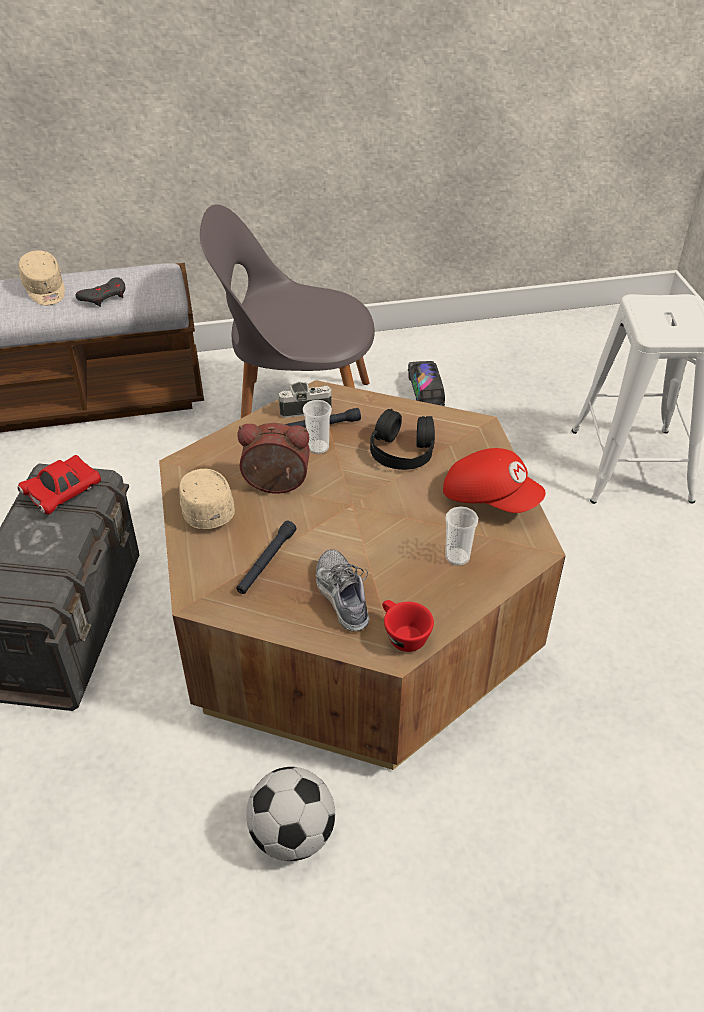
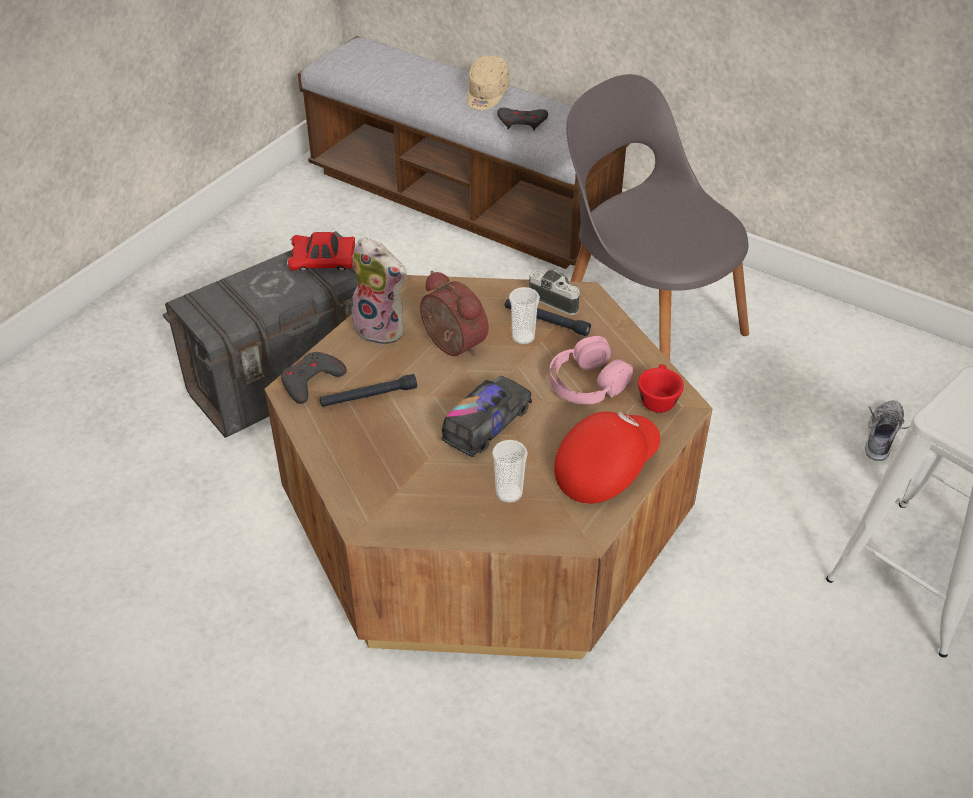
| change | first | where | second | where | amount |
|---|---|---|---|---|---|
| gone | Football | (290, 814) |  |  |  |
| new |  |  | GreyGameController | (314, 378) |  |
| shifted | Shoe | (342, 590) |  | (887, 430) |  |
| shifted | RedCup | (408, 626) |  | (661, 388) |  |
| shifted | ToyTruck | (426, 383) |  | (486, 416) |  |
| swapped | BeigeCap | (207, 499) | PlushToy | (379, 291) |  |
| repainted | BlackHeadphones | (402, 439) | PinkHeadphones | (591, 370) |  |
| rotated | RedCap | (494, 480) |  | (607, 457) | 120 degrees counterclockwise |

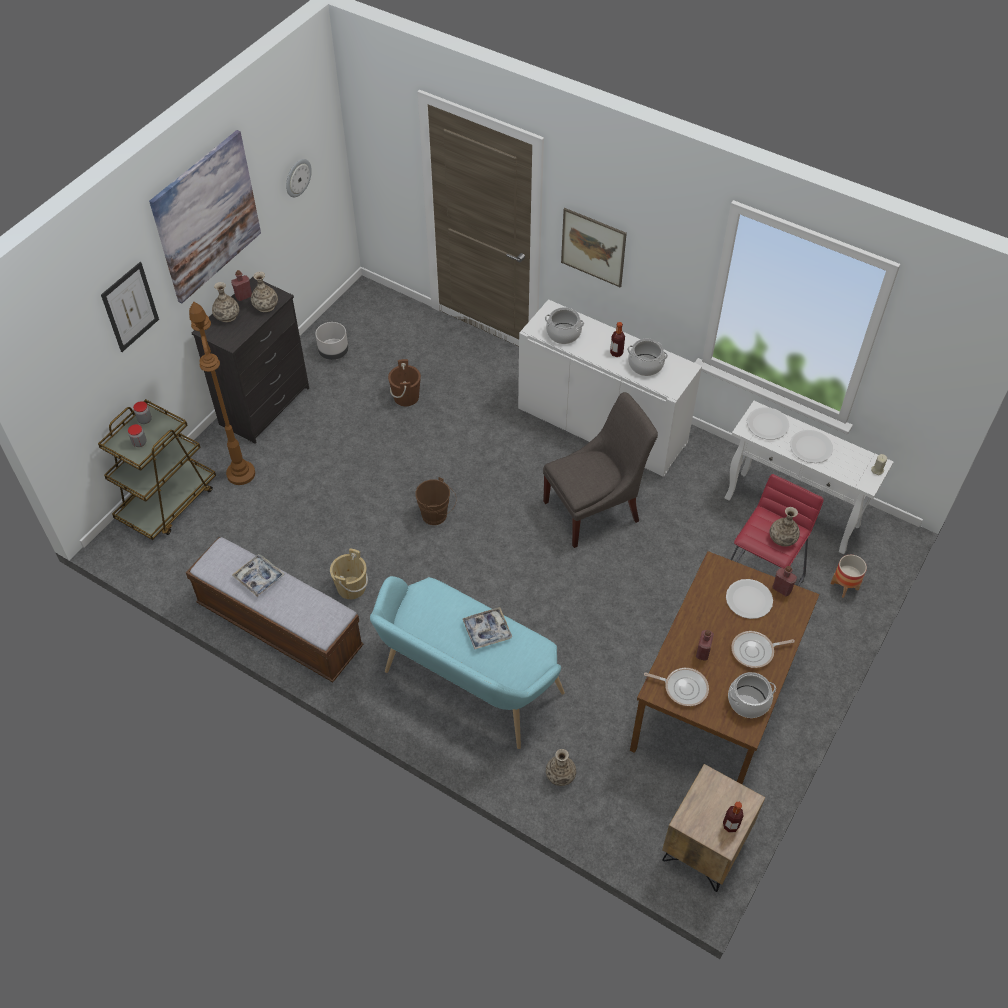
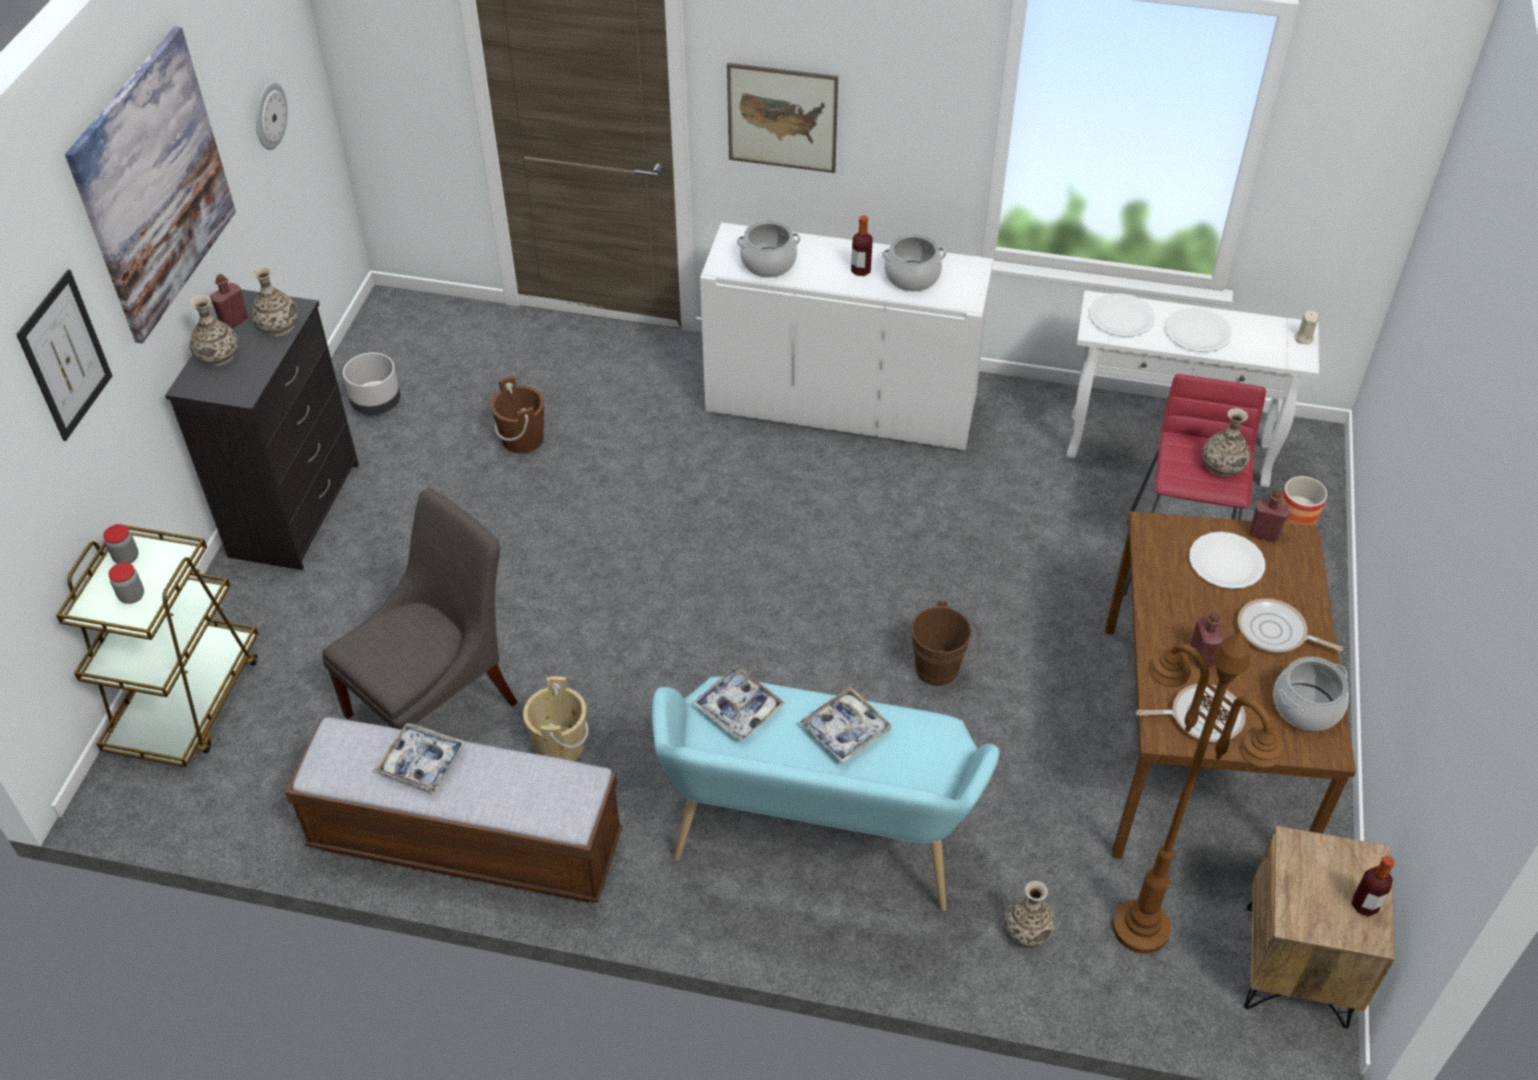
| change | first | where | second | where | amount |
|---|---|---|---|---|---|
| new |  |  | Tray | (738, 703) |  |
| shifted | BrownFloorLamp | (222, 393) |  | (1198, 793) |  |
| shifted | BrownBucket | (436, 501) |  | (946, 643) |  |
| shifted | GreyChair | (600, 470) |  | (420, 609) |  |
| rotated | FryingPan | (763, 649) |  | (1290, 625) | 60 degrees clockwise |

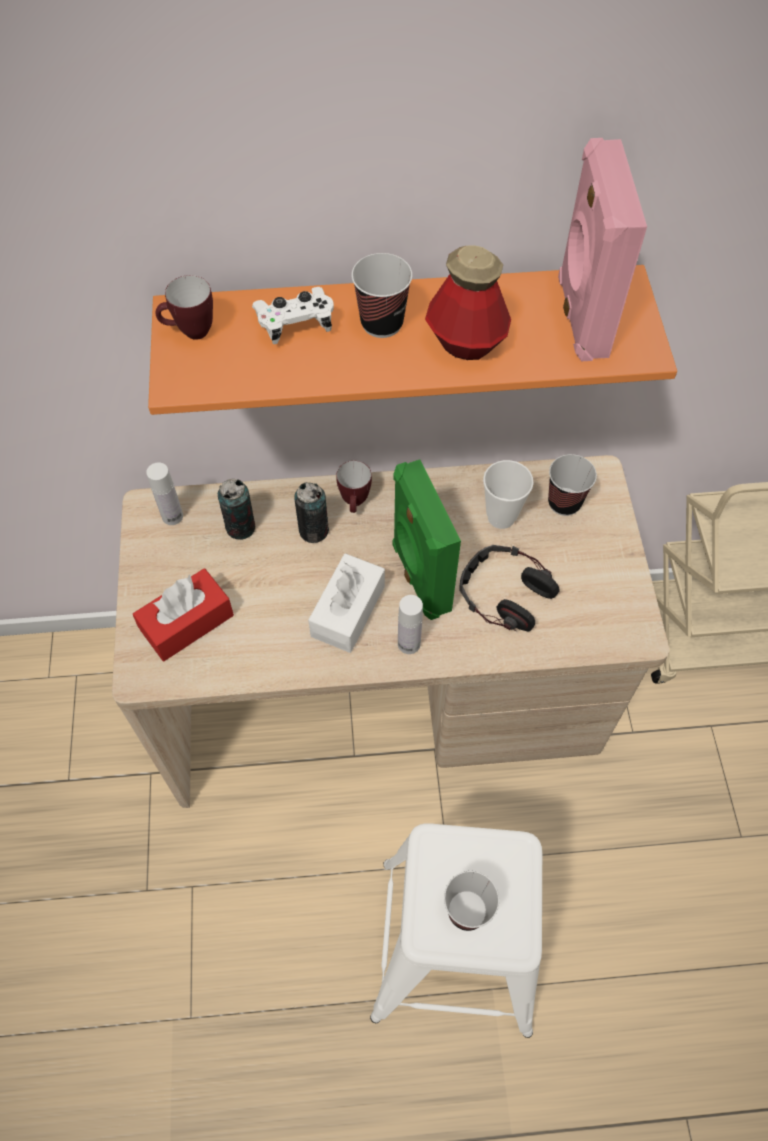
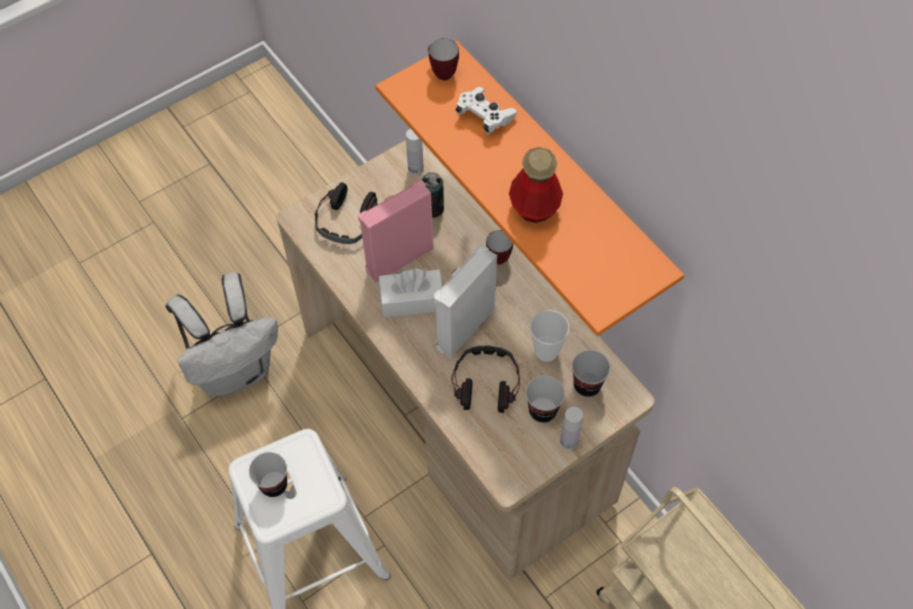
| change | first | where | second | where | amount |
|---|---|---|---|---|---|
| gone | Can | (311, 512) |  |  |  |
| new |  |  | WhiteBackpack | (221, 334) |  |
| shifted | Cup | (381, 295) |  | (545, 399) |  |
| shifted | WhiteBottle | (410, 624) |  | (571, 428) |  |
| shifted | PinkSpeaker | (602, 249) |  | (396, 231) |  |
| swapped | RedTissueBox | (183, 614) | Headphones | (346, 213) |  |
| repainted | GreenSpeaker | (427, 540) | WhiteSpeaker | (465, 301) |  |

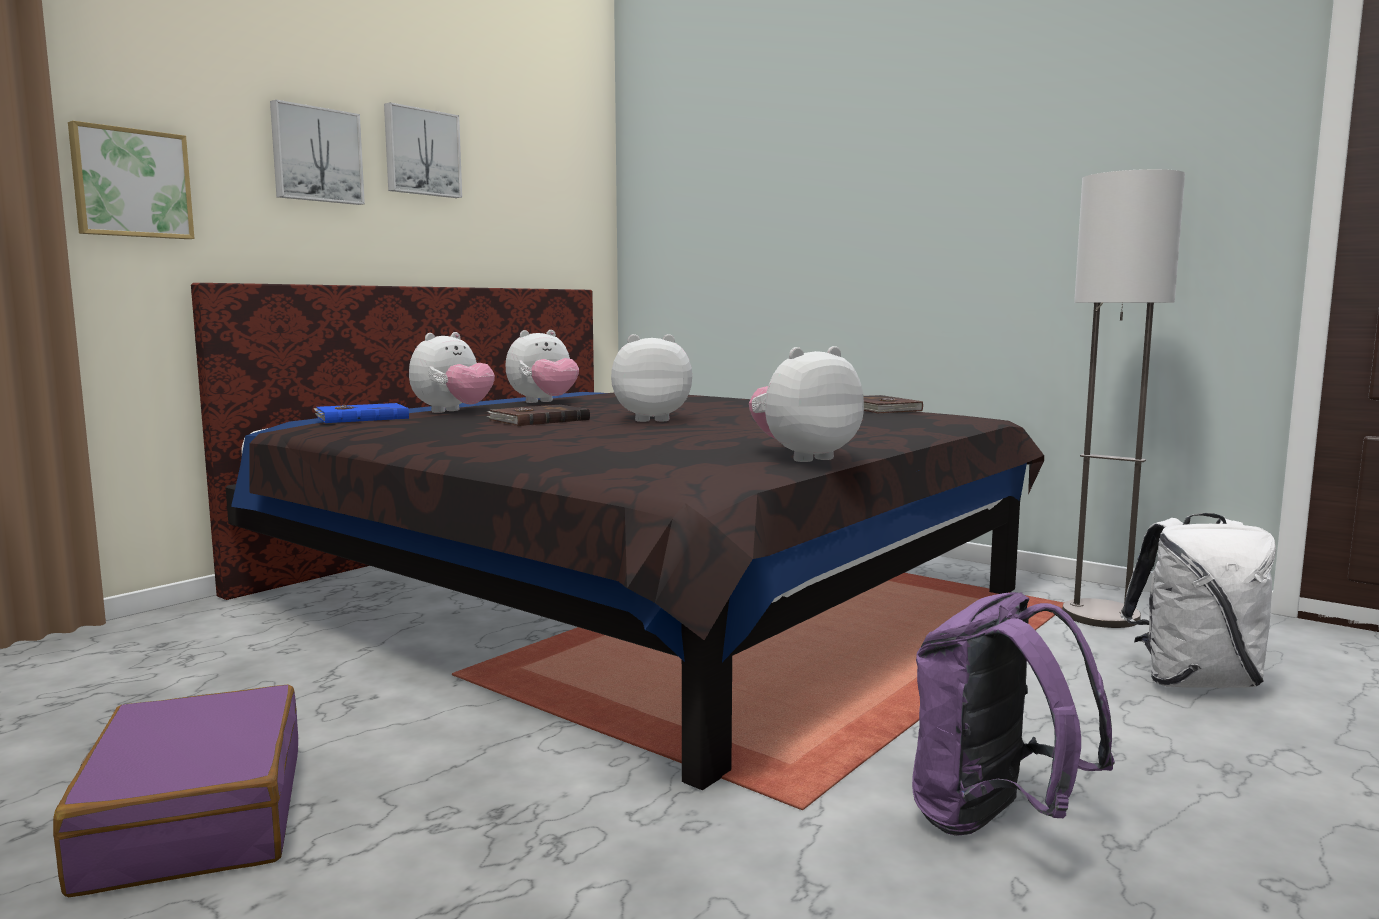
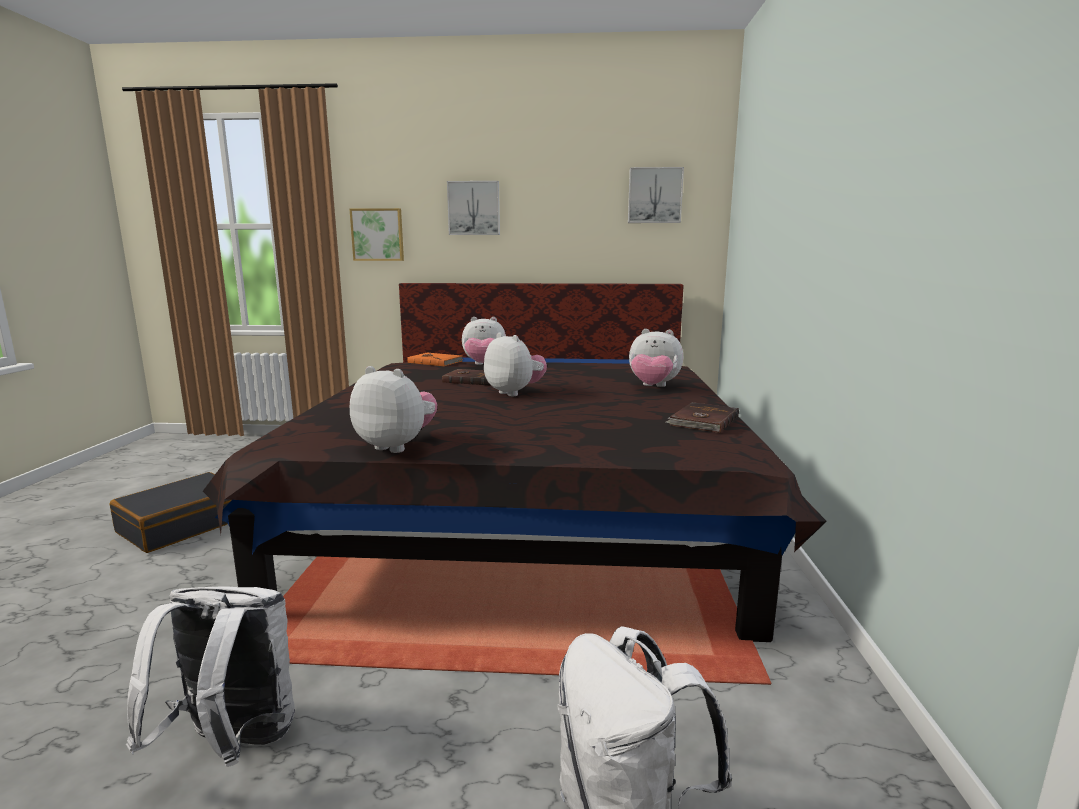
| change | first | where | second | where | amount |
|---|---|---|---|---|---|
| gone | FloorLamp | (1123, 398) |  |  |  |
| shifted | Picture | (423, 150) |  | (656, 195) |  |
| shifted | PlushToy | (542, 366) |  | (656, 358) |  |
| repainted | PurpleSuitcase | (175, 791) | BlackSuitcase | (171, 512) |  |
| repainted | BlueBook | (361, 413) | OrangeBook | (435, 359) |  |
| repainted | PurpleBackpack | (1013, 714) | WhiteBackpack | (210, 677) |  |

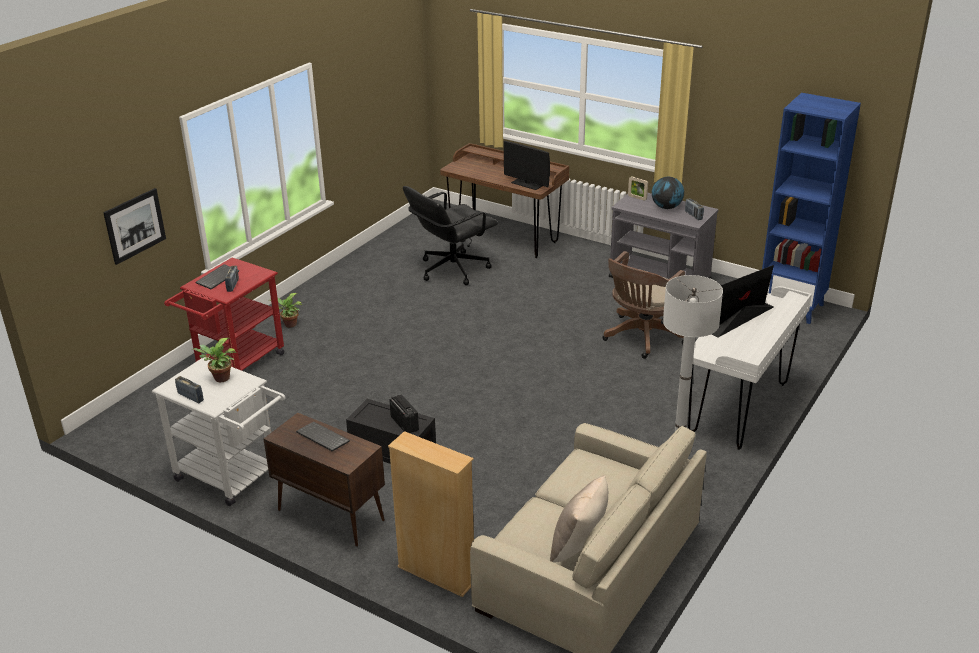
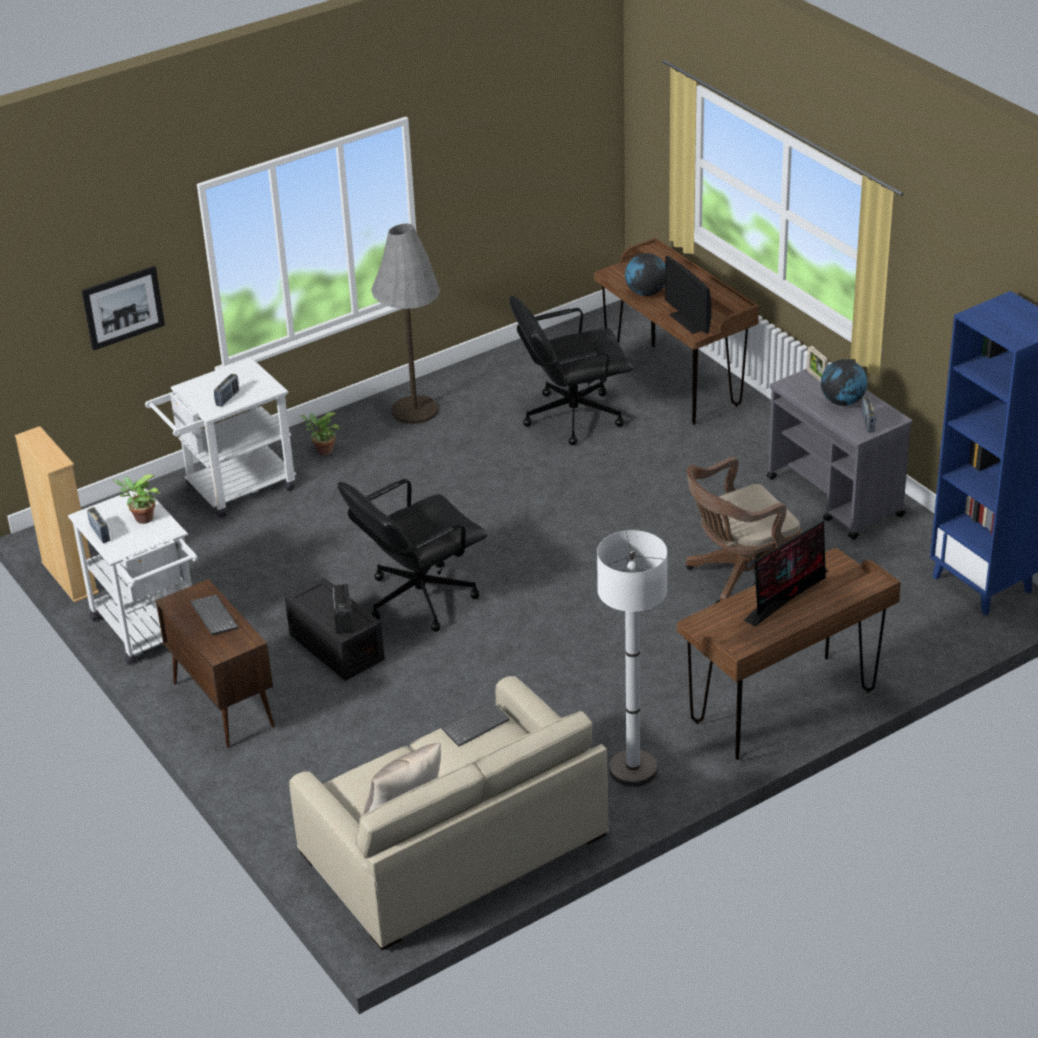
| change | first | where | second | where | amount |
|---|---|---|---|---|---|
| new |  |  | BlackOfficeChair | (412, 555) |  |
| new |  |  | GreyFloorLamp | (405, 324) |  |
| new |  |  | Globe | (645, 274) |  |
| shifted | Keyboard | (217, 276) |  | (475, 724) |  |
| shifted | BeigeBookcase | (431, 514) |  | (57, 514) |  |
| repainted | RedCart | (224, 314) | WhiteCart | (220, 438) |  |
| repainted | WhiteDesk | (750, 368) | BrownDesk | (789, 654) |  |
| rotated | Monitor | (743, 301) |  | (786, 573) | 150 degrees clockwise |

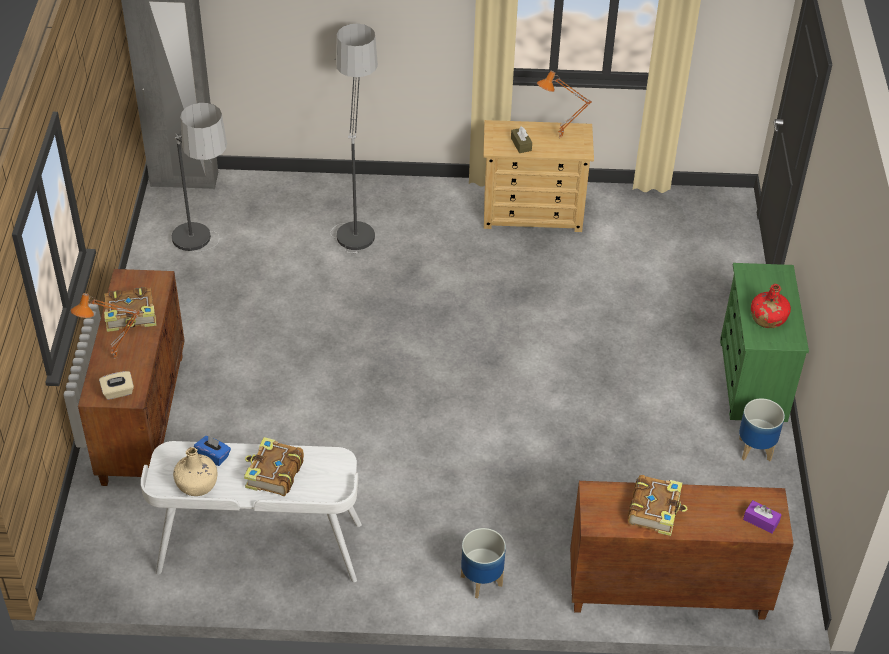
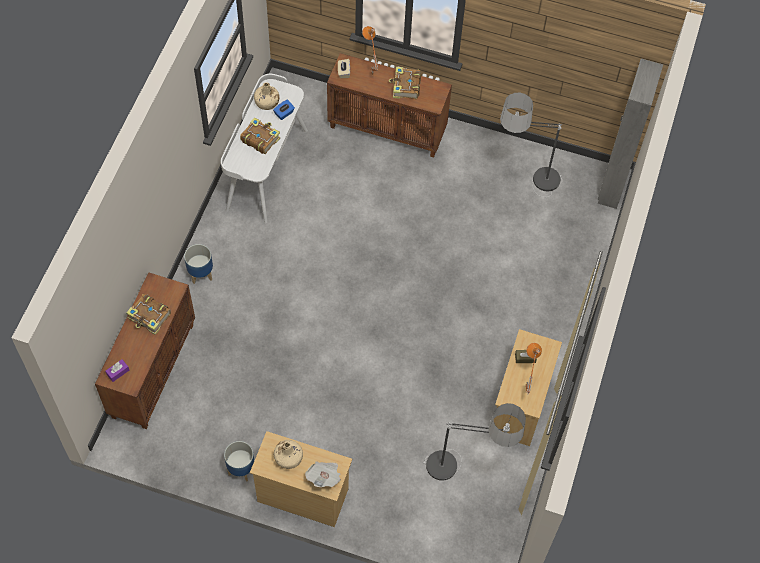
| change | first | where | second | where | amount |
|---|---|---|---|---|---|
| new |  |  | Newspaper | (323, 474) |  |
| shifted | FloorLamp | (354, 139) |  | (475, 441) |  |
| repainted | GreenDresser | (764, 342) | BeigeDresser | (301, 479) |  |
| repainted | RedBottle | (771, 306) | BeigeBottle | (288, 454) |  |

